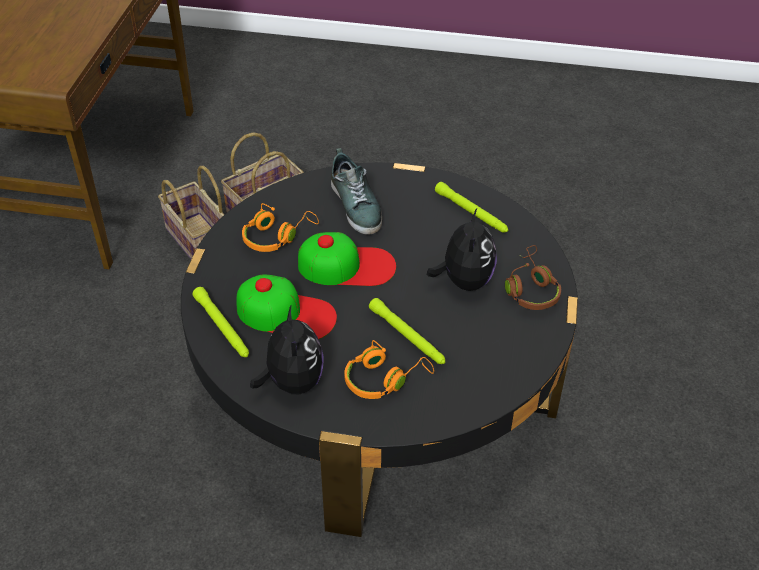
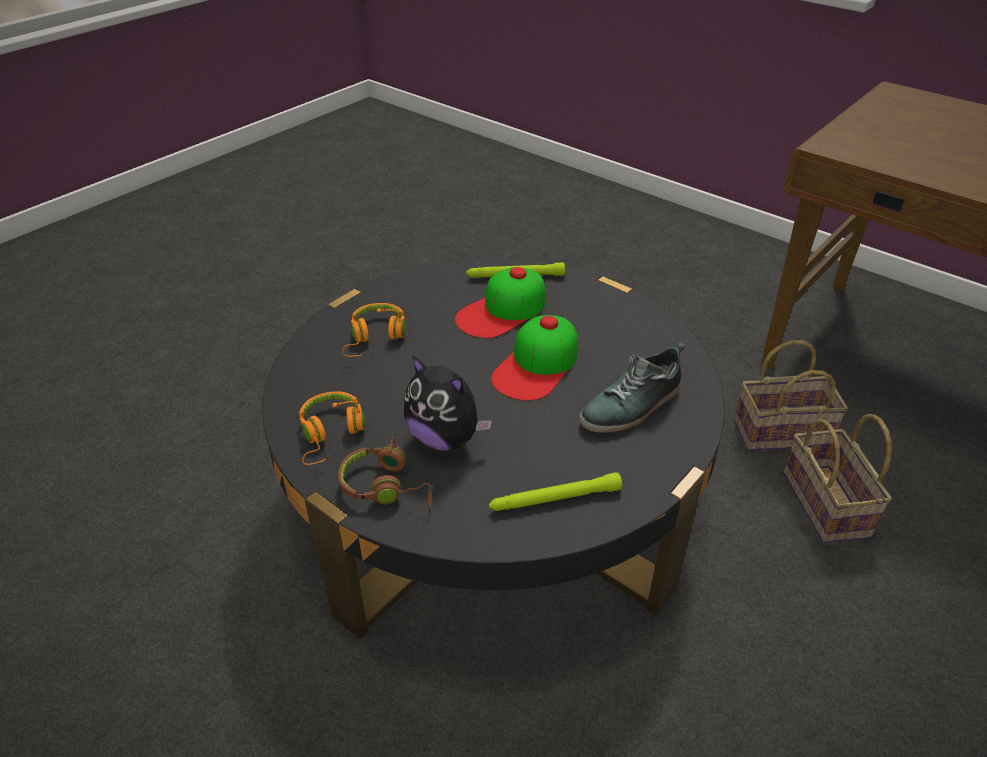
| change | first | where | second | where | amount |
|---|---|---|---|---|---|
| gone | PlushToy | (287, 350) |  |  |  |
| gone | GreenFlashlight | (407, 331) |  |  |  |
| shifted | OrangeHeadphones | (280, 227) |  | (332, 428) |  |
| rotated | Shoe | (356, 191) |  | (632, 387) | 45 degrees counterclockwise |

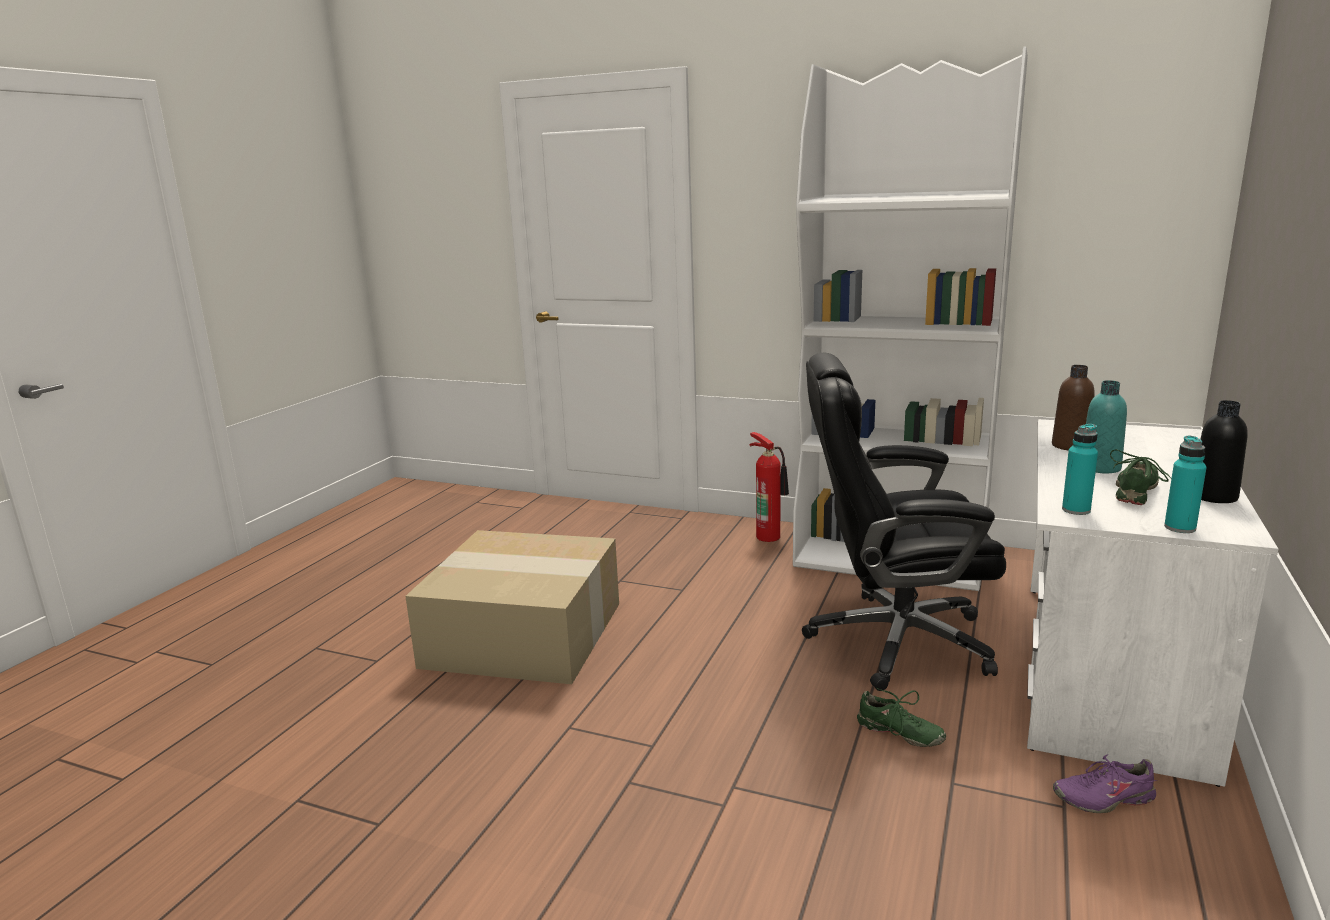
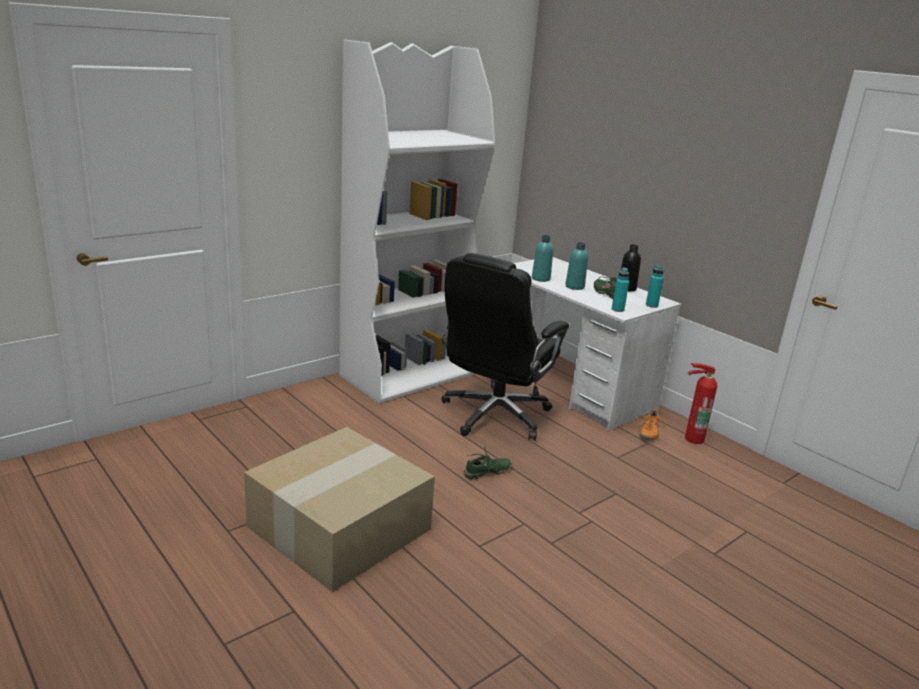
| change | first | where | second | where | amount |
|---|---|---|---|---|---|
| shifted | FireExtinguisher | (769, 487) |  | (701, 403) |  |
| shifted | GreenShoe | (901, 717) |  | (488, 463) |  |
| repainted | BrownBottle | (1073, 408) | TurquoiseBottle | (542, 258) |  |
| repainted | PurpleShoe | (1105, 783) | OrangeShoe | (651, 425) |  |

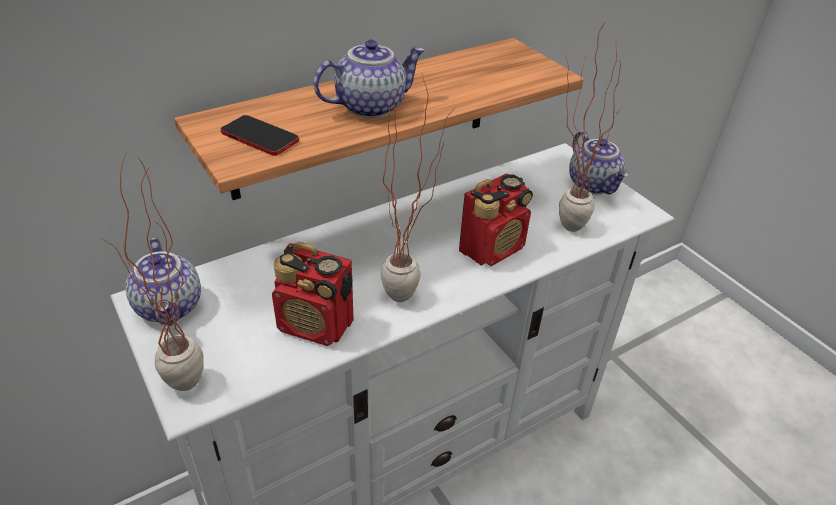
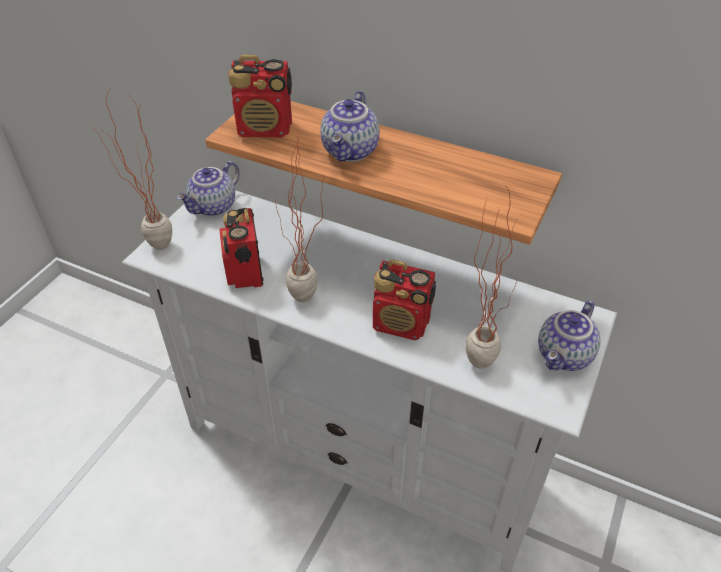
| change | first | where | second | where | amount |
|---|---|---|---|---|---|
| swapped | Phone | (260, 135) | Radio | (260, 96) |  |
| rotated | Teapot | (369, 79) |  | (350, 126) | 75 degrees clockwise |

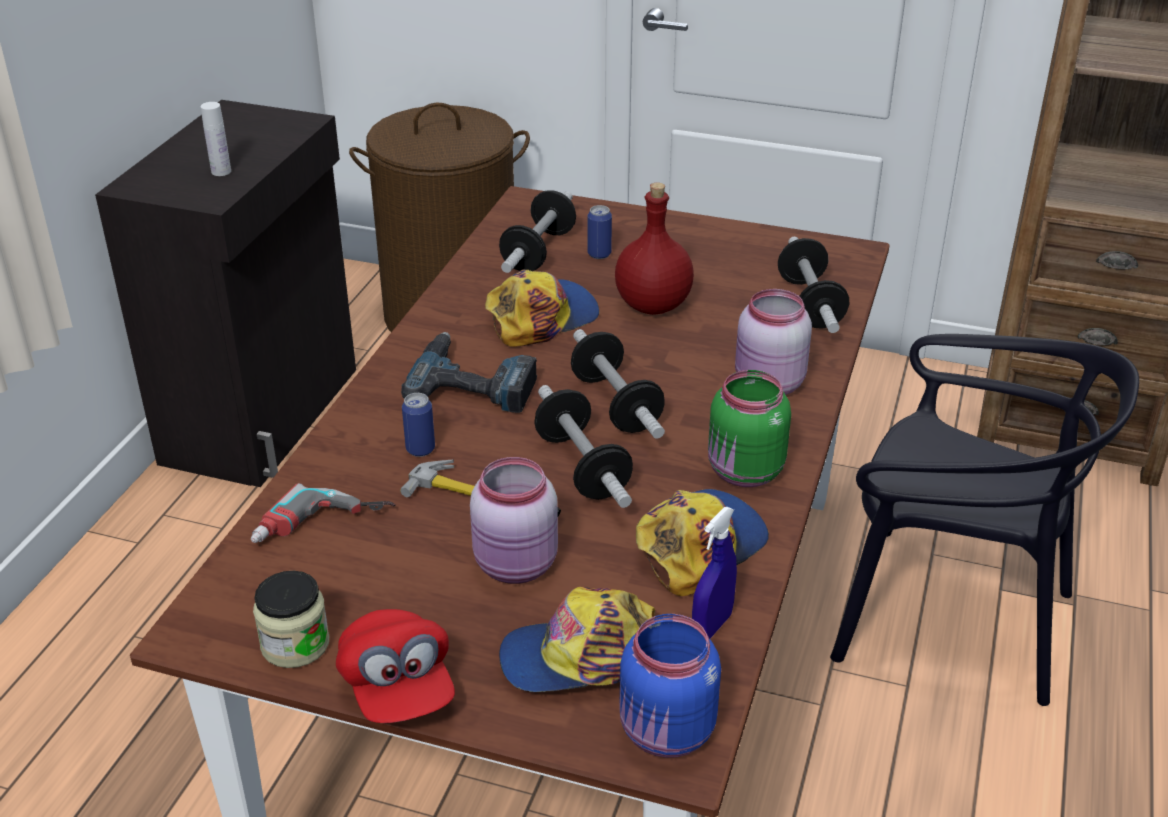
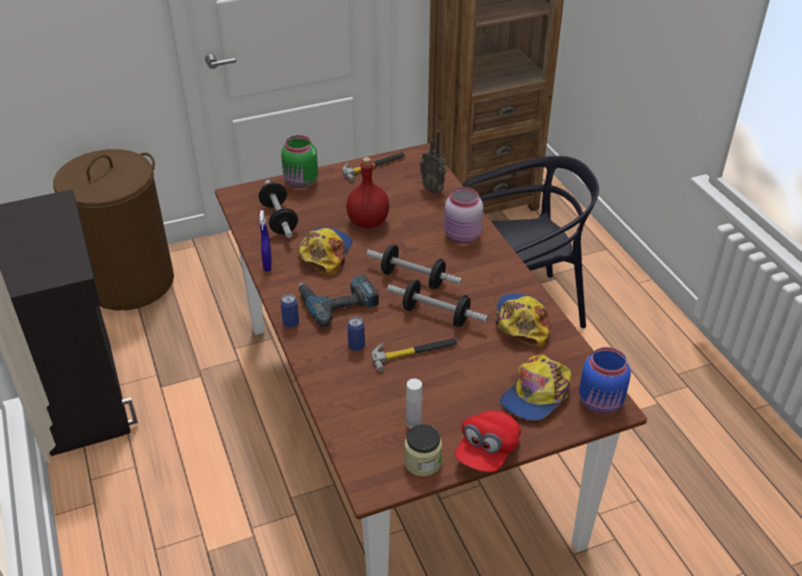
| change | first | where | second | where | amount |
|---|---|---|---|---|---|
| gone | PowerDrill | (323, 513) |  |  |  |
| gone | PinkJar | (514, 520) |  |  |  |
| new |  |  | Hammer | (374, 166) |  |
| shifted | WhiteBottle | (216, 139) |  | (414, 404) |  |
| shifted | Can | (599, 232) |  | (290, 311) |  |
| shifted | BlueSprayBottle | (714, 573) |  | (266, 240) |  |
| shifted | GreenJar | (749, 428) |  | (299, 161) |  |
| swapped | Dumbbell | (813, 285) | Radio | (433, 162) |  |
| rotated | RedCap | (395, 666) |  | (488, 441) | 90 degrees clockwise |

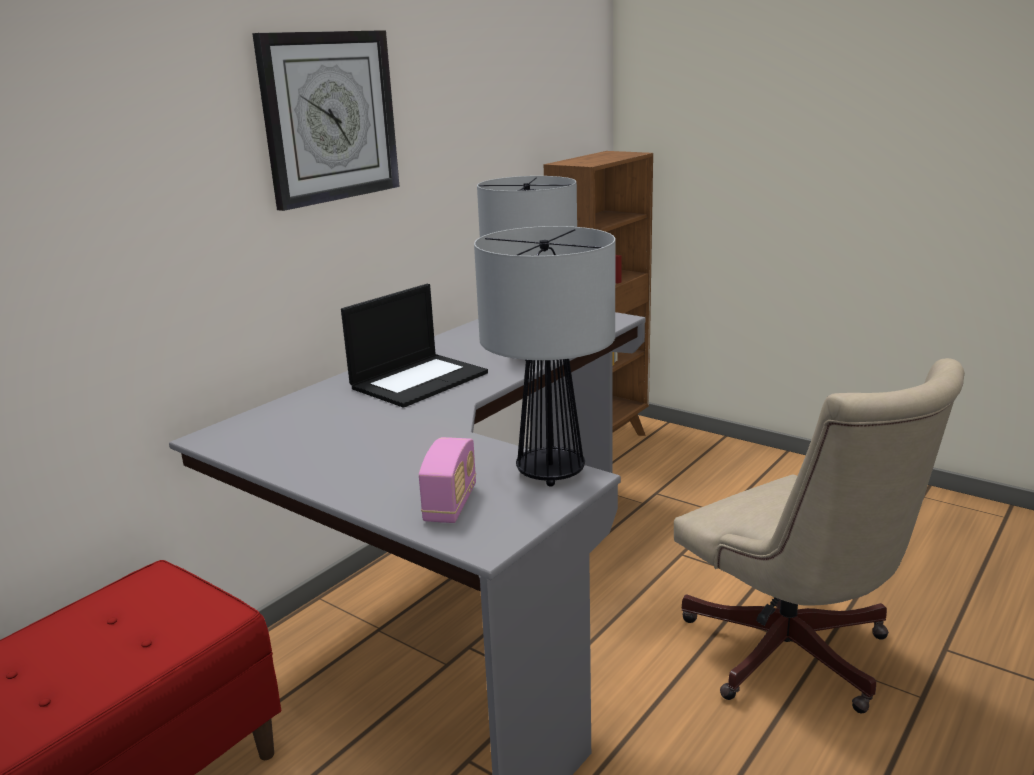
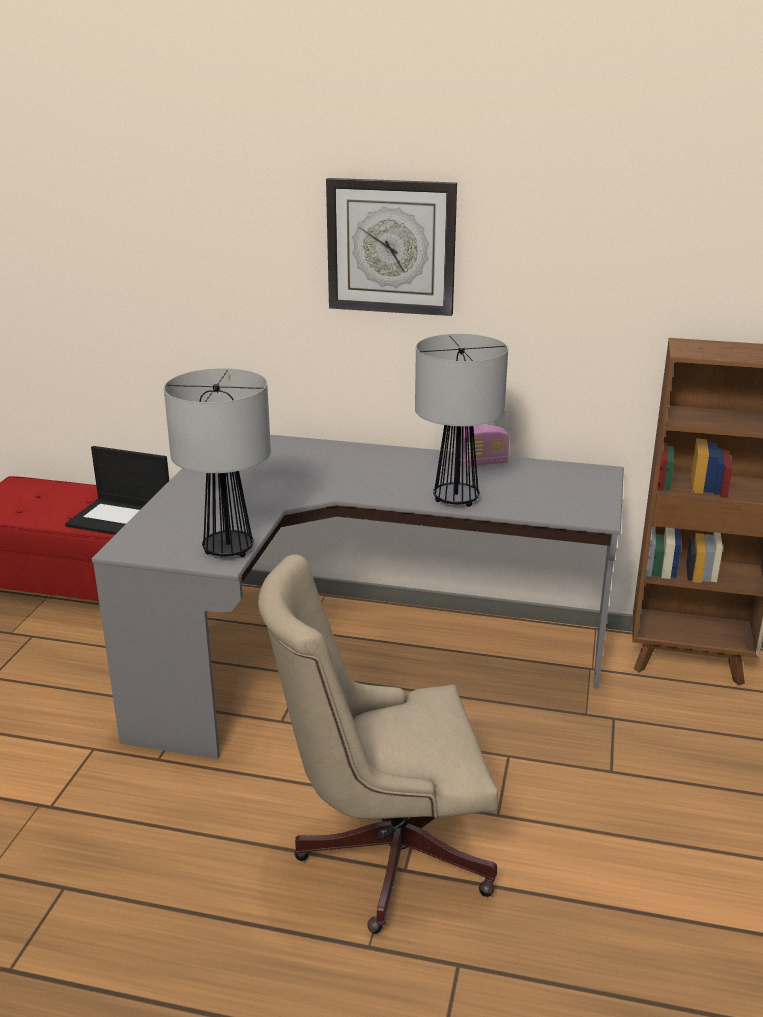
| change | first | where | second | where | amount |
|---|---|---|---|---|---|
| shifted | Laptop | (414, 346) |  | (117, 490) |  |
| shifted | Radio | (447, 480) |  | (484, 446) |  |
| rotated | BeigeOfficeChair | (819, 535) |  | (378, 744) | 45 degrees clockwise |

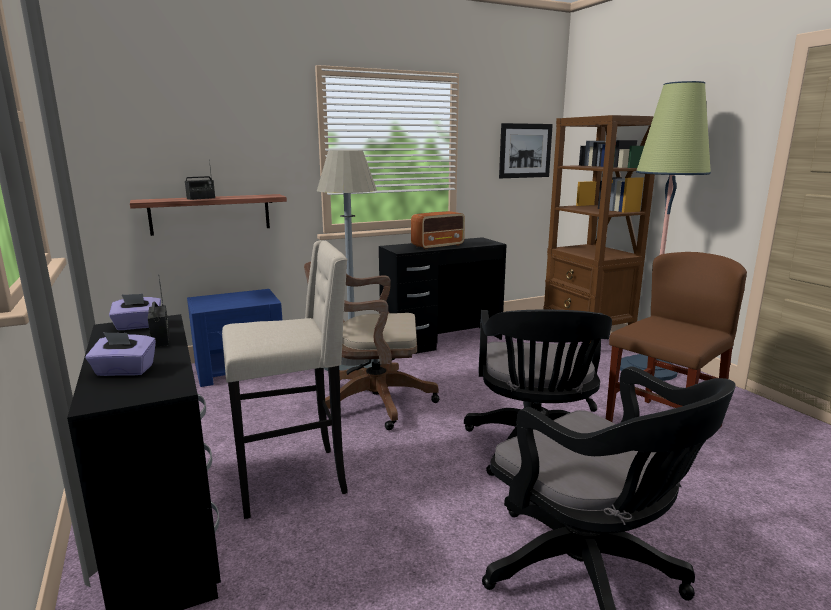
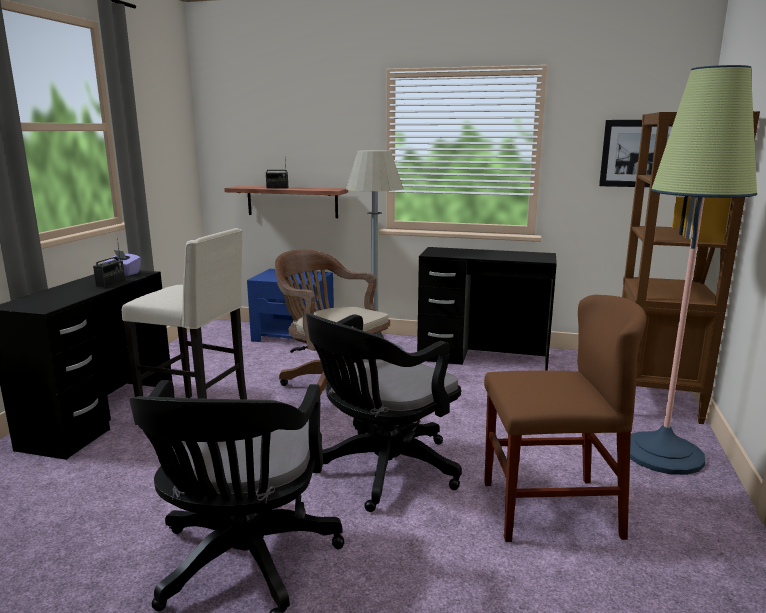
| change | first | where | second | where | amount |
|---|---|---|---|---|---|
| gone | PurpleTissueBox | (120, 354) |  |  |  |
| gone | Radio | (438, 230) |  |  |  |

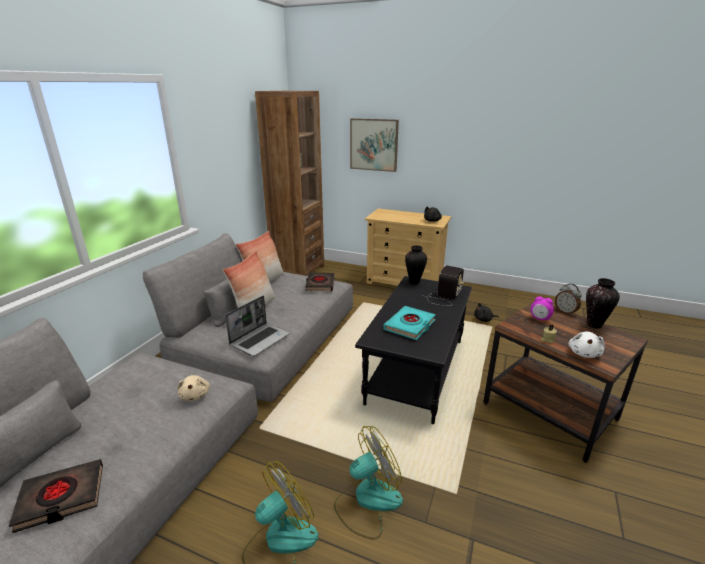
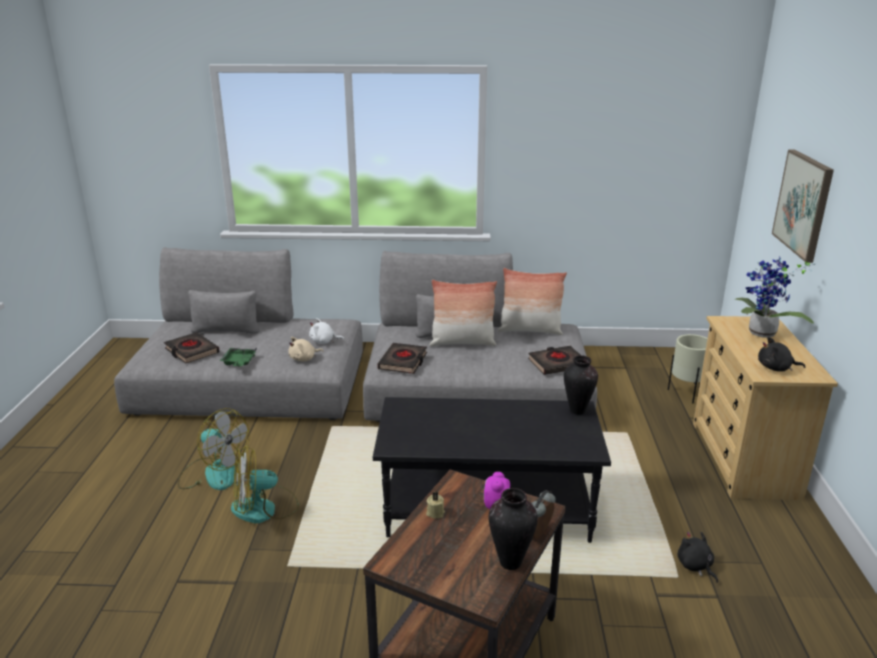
| change | first | where | second | where | amount |
|---|---|---|---|---|---|
| gone | BrownBookcase | (289, 183) |  |  |  |
| gone | TurquoiseBook | (409, 323) |  |  |  |
| gone | Radio | (443, 285) |  |  |  |
| new |  |  | GreenTray | (238, 356) |  |
| new |  |  | BeigePlanter | (688, 368) |  |
| new |  |  | PottedPlant | (775, 297) |  |
| shifted | WhitePlushToy | (586, 345) |  | (327, 331) |  |
| swapped | Laptop | (257, 326) | BlackBook | (402, 358) |  |
| rotated | Fan | (368, 483) |  | (265, 484) | 120 degrees clockwise |

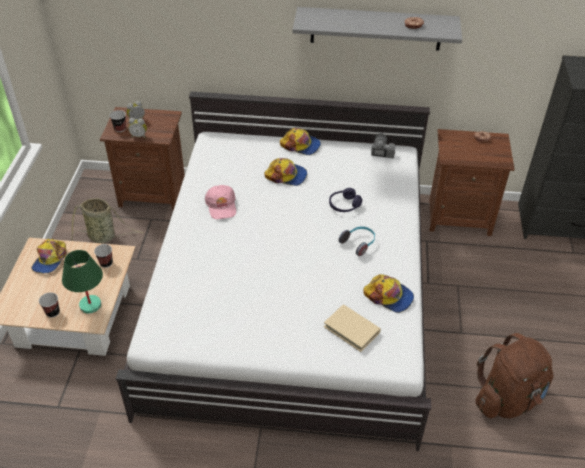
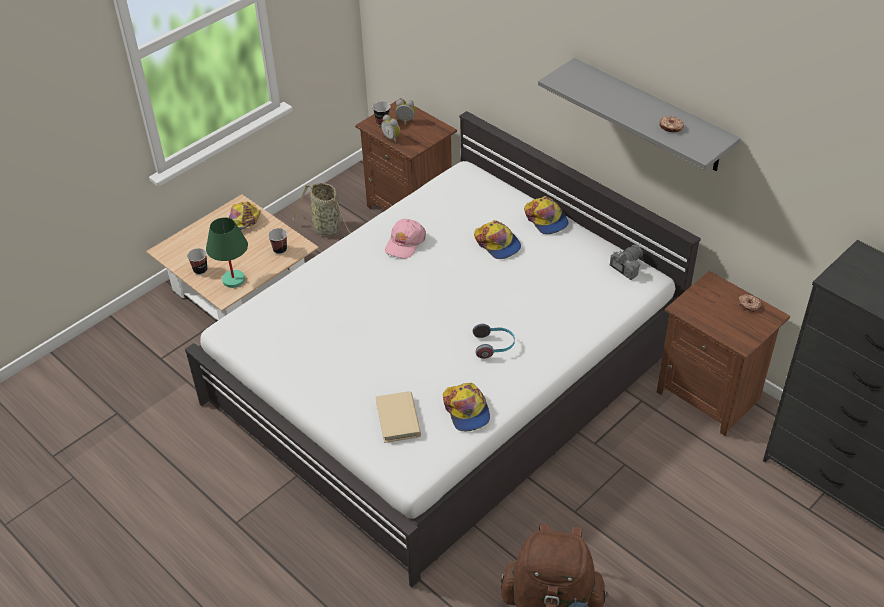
| change | first | where | second | where | amount |
|---|---|---|---|---|---|
| gone | PurpleHeadphones | (345, 200) |  |  |  |

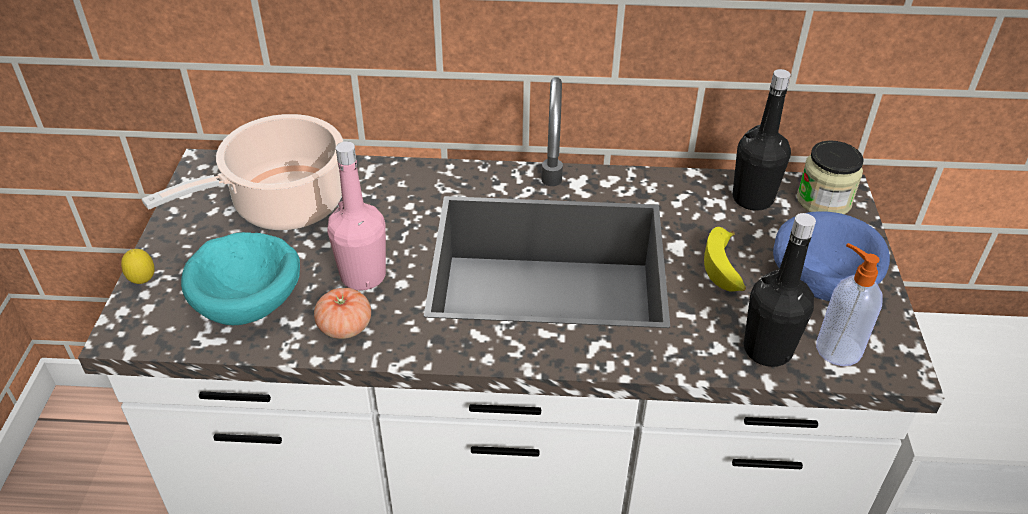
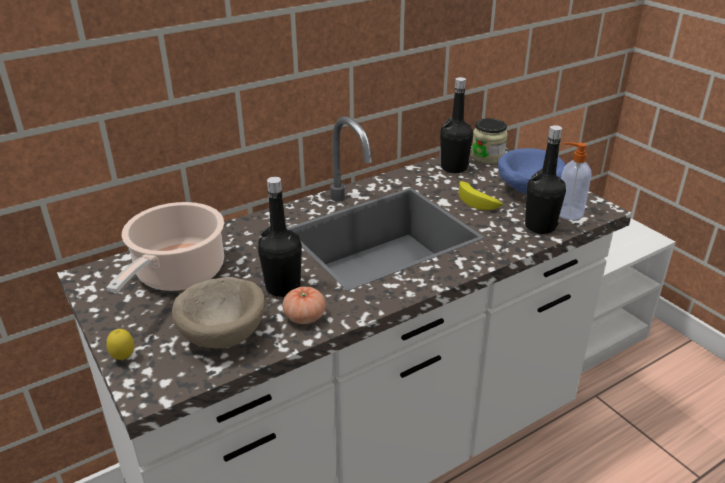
| change | first | where | second | where | amount |
|---|---|---|---|---|---|
| repainted | TurquoiseBowl | (240, 278) | BeigeBowl | (218, 312) |  |
| repainted | PinkBottle | (356, 216) | BlackBottle | (280, 237) |  |

